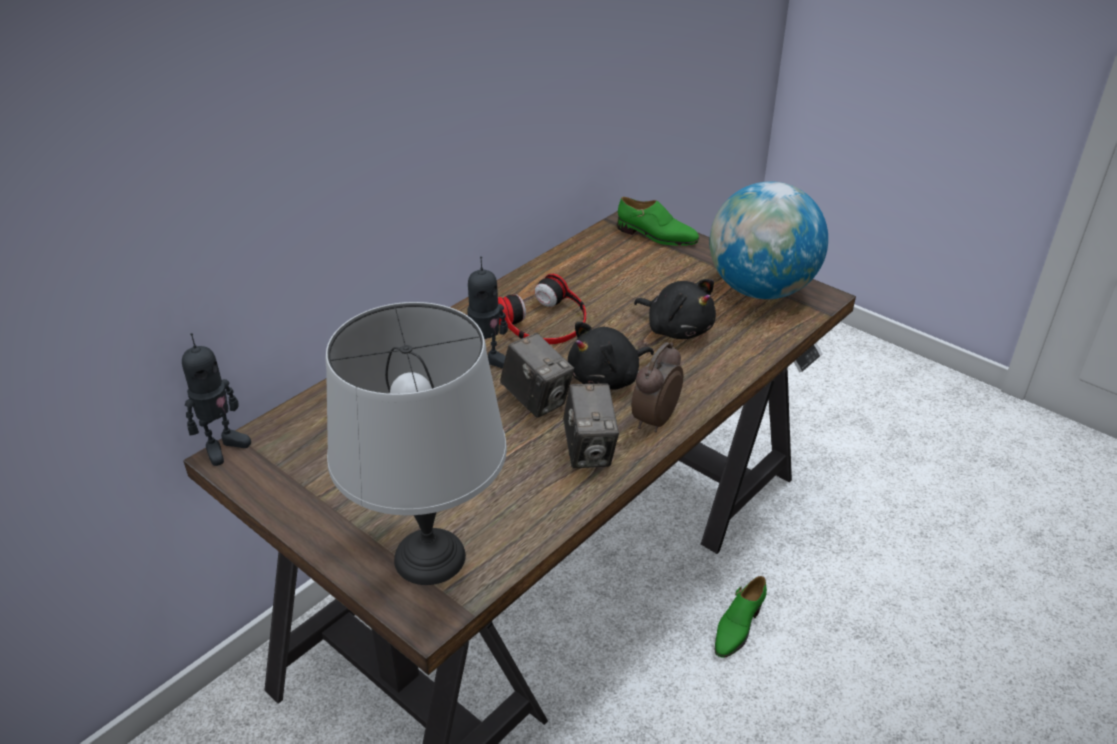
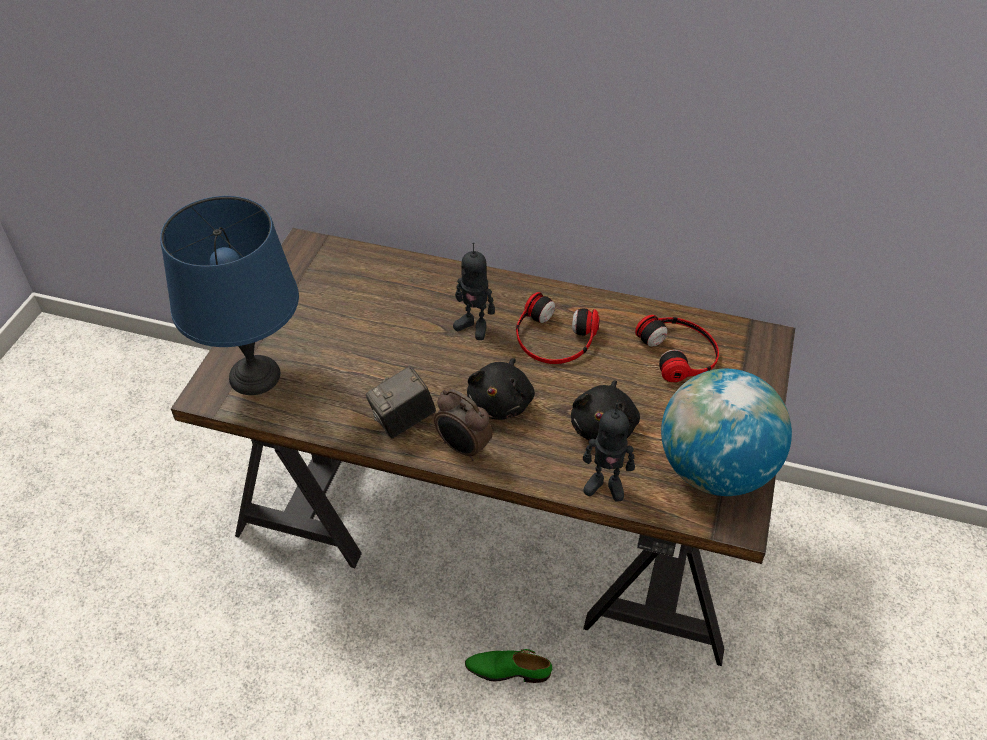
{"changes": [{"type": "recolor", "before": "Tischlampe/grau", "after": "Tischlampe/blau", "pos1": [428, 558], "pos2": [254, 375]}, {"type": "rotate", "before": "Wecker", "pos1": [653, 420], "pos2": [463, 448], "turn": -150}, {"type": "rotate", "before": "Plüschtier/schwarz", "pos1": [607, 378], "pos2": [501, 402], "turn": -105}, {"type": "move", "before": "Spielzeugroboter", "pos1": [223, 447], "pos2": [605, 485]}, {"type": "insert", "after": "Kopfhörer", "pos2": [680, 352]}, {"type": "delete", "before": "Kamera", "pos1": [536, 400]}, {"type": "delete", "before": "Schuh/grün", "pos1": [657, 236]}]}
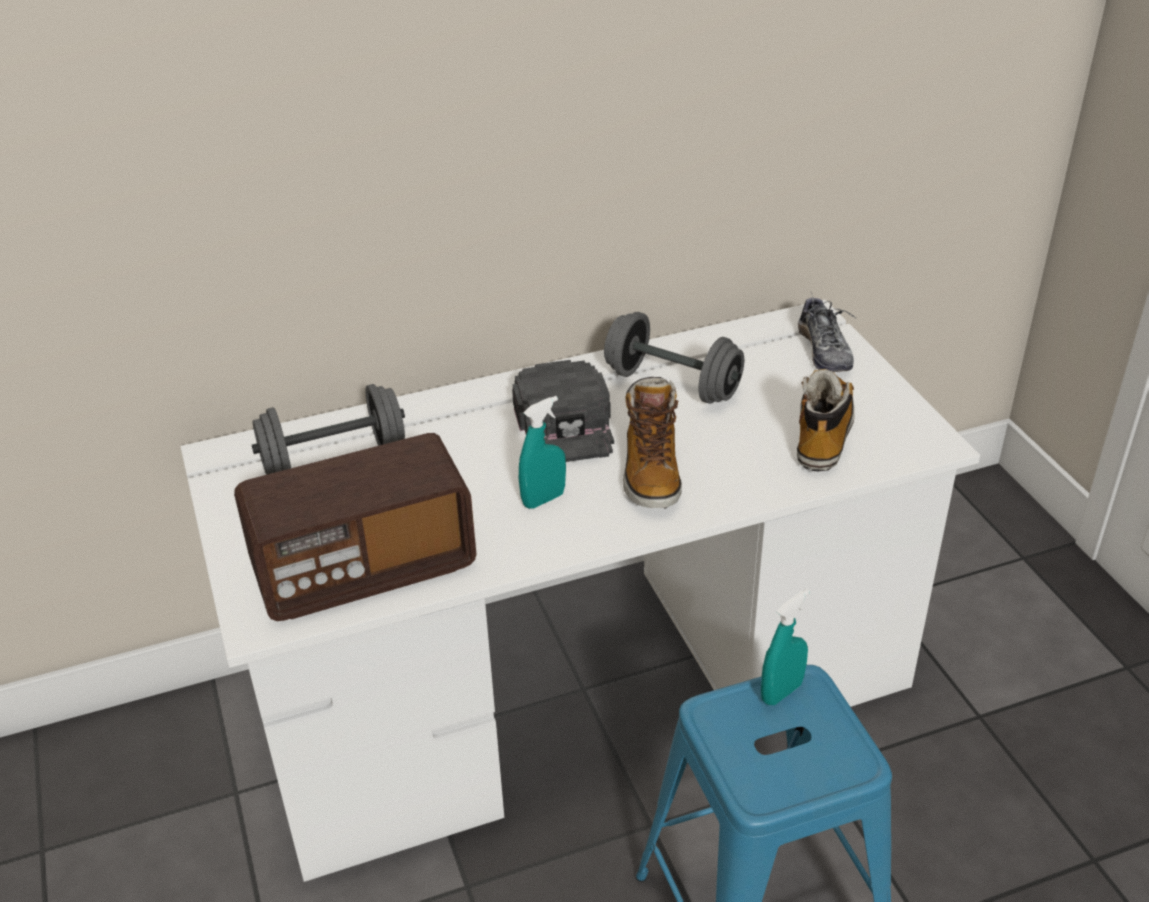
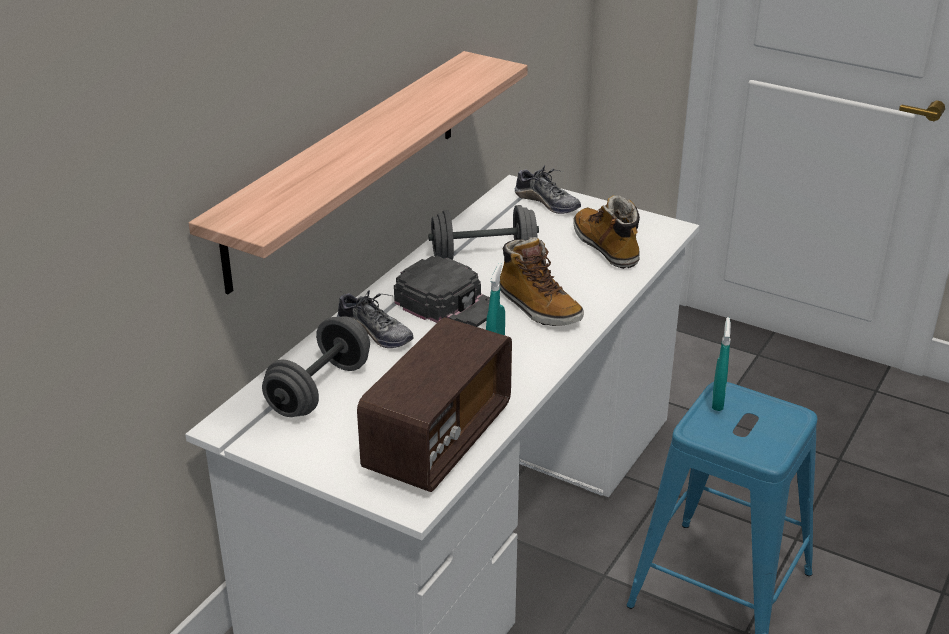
{"changes": [{"type": "insert", "after": "Wandregal", "pos2": [346, 166]}, {"type": "insert", "after": "Schuh", "pos2": [375, 333]}]}
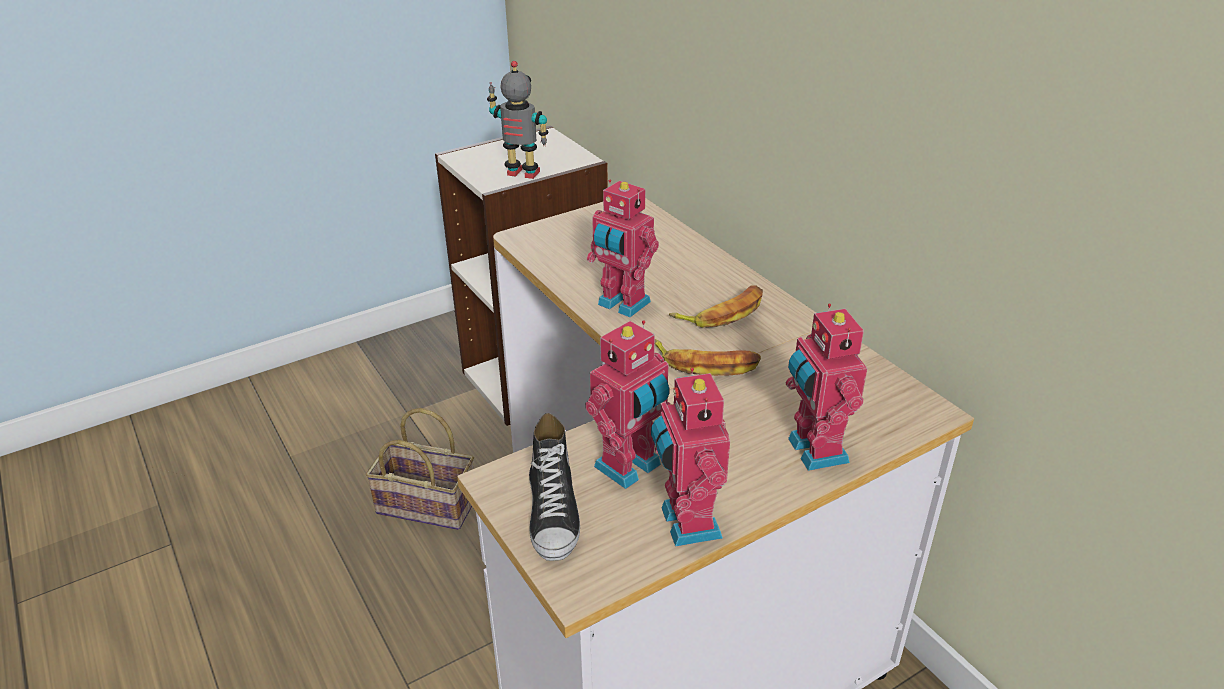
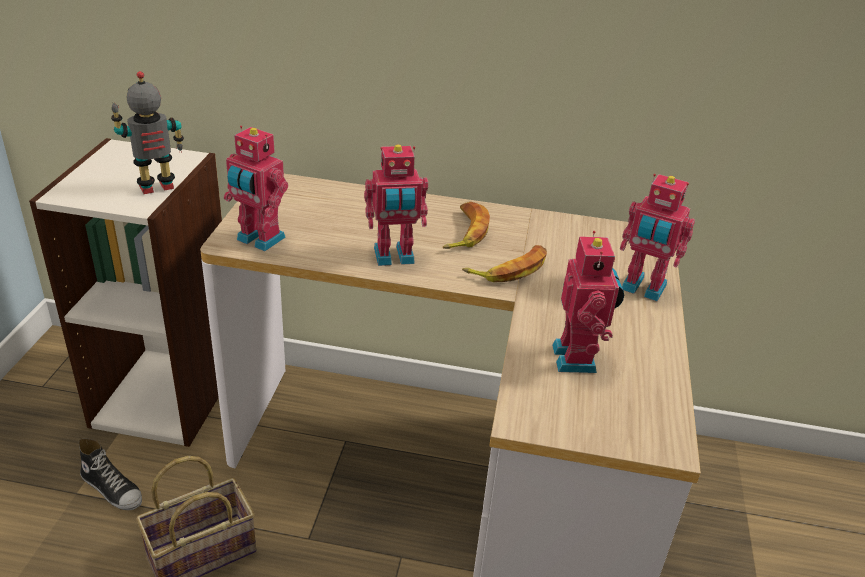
{"changes": [{"type": "move", "before": "Schuh", "pos1": [554, 513], "pos2": [112, 488]}, {"type": "move", "before": "Spielzeugroboter", "pos1": [686, 523], "pos2": [259, 240]}]}
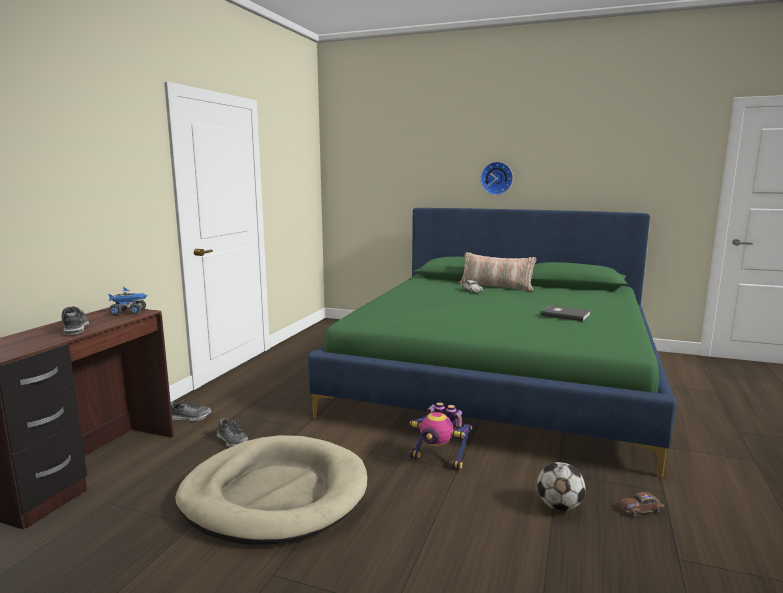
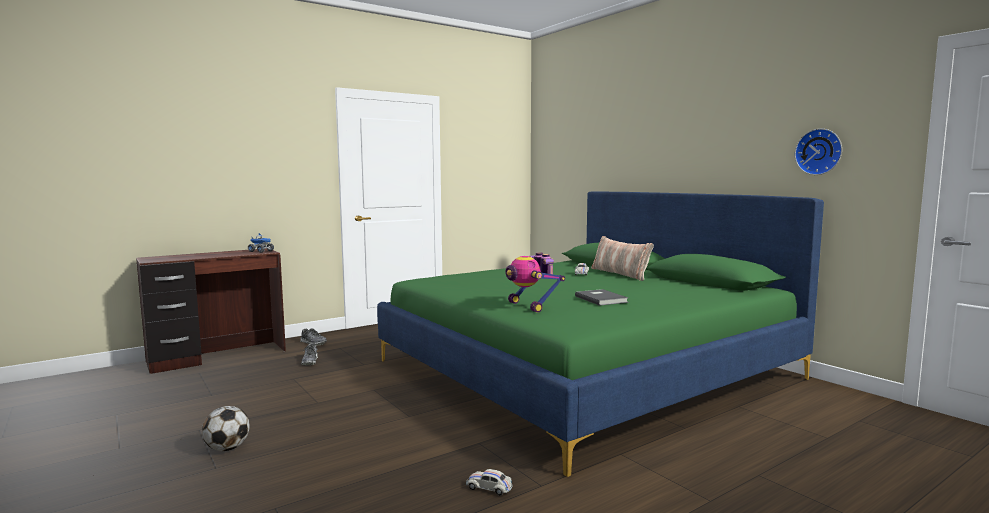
{"changes": [{"type": "move", "before": "Fußball", "pos1": [559, 506], "pos2": [227, 448]}, {"type": "recolor", "before": "Spielzeugauto/braun", "after": "Spielzeugauto/weiß", "pos1": [640, 509], "pos2": [489, 487]}, {"type": "move", "before": "Spielzeugroboter", "pos1": [439, 460], "pos2": [531, 306]}, {"type": "move", "before": "Wanduhr", "pos1": [497, 178], "pos2": [819, 152]}, {"type": "delete", "before": "Schuh", "pos1": [75, 328]}, {"type": "delete", "before": "Hundebett/beige", "pos1": [275, 494]}]}
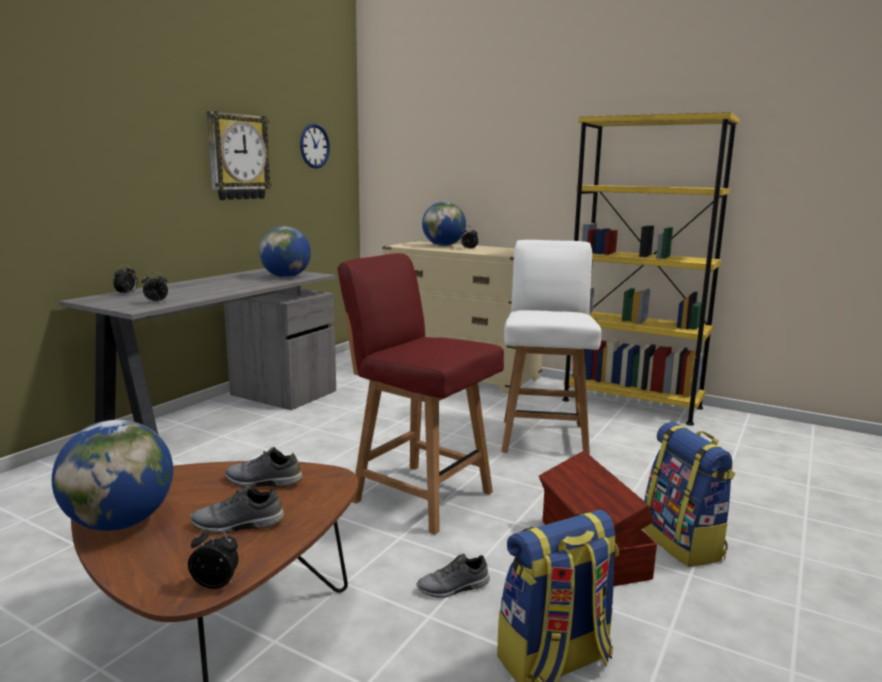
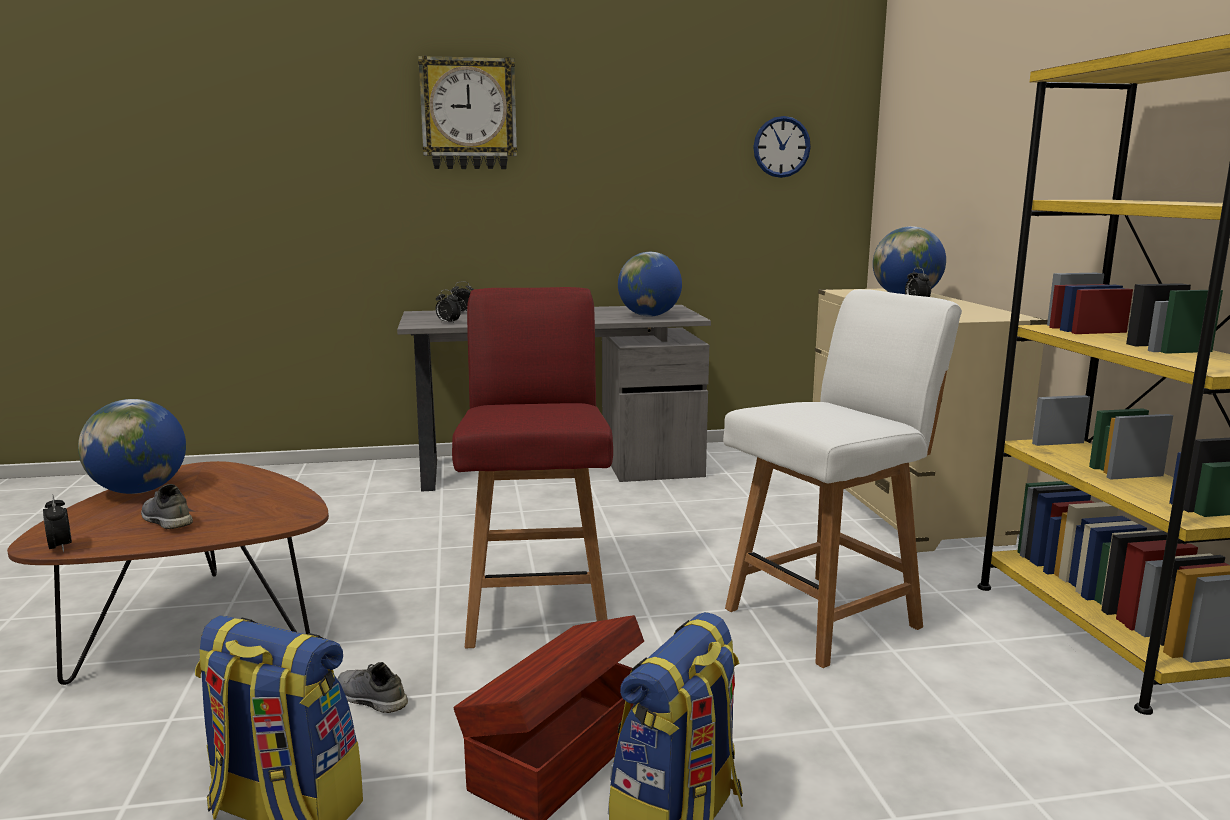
{"changes": [{"type": "move", "before": "Wanduhr", "pos1": [238, 157], "pos2": [468, 114]}, {"type": "delete", "before": "Schuh/grau", "pos1": [263, 482]}]}
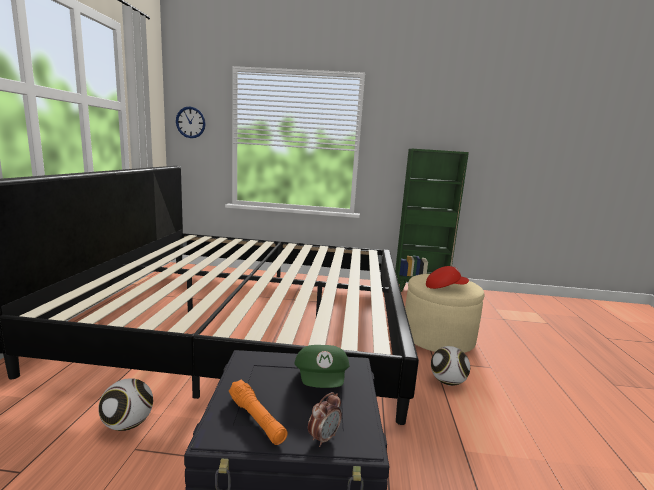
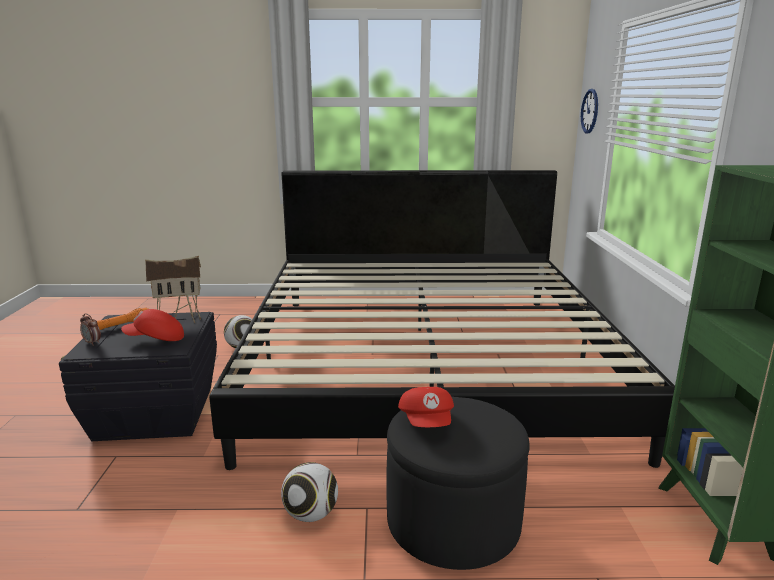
{"changes": [{"type": "recolor", "before": "Kappe/grün", "after": "Kappe/rot", "pos1": [322, 381], "pos2": [155, 339]}, {"type": "insert", "after": "Spielzeughaus", "pos2": [180, 320]}, {"type": "recolor", "before": "Polsterhocker/beige", "after": "Polsterhocker/schwarz", "pos1": [438, 338], "pos2": [453, 522]}]}
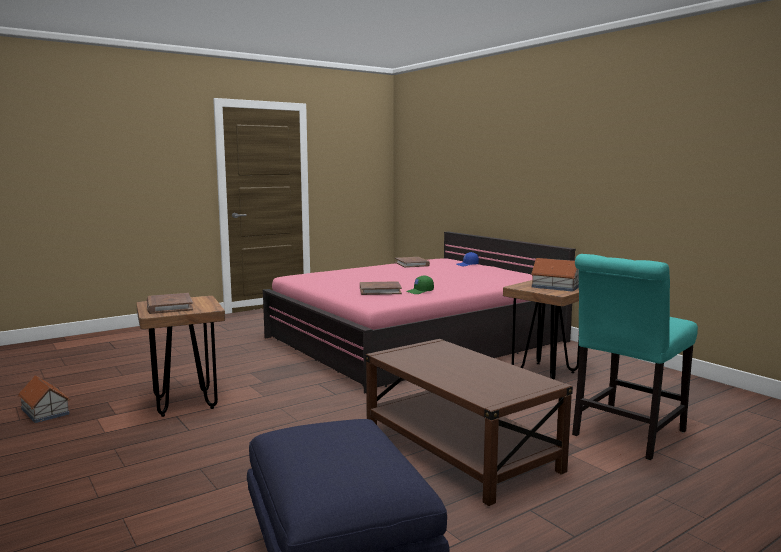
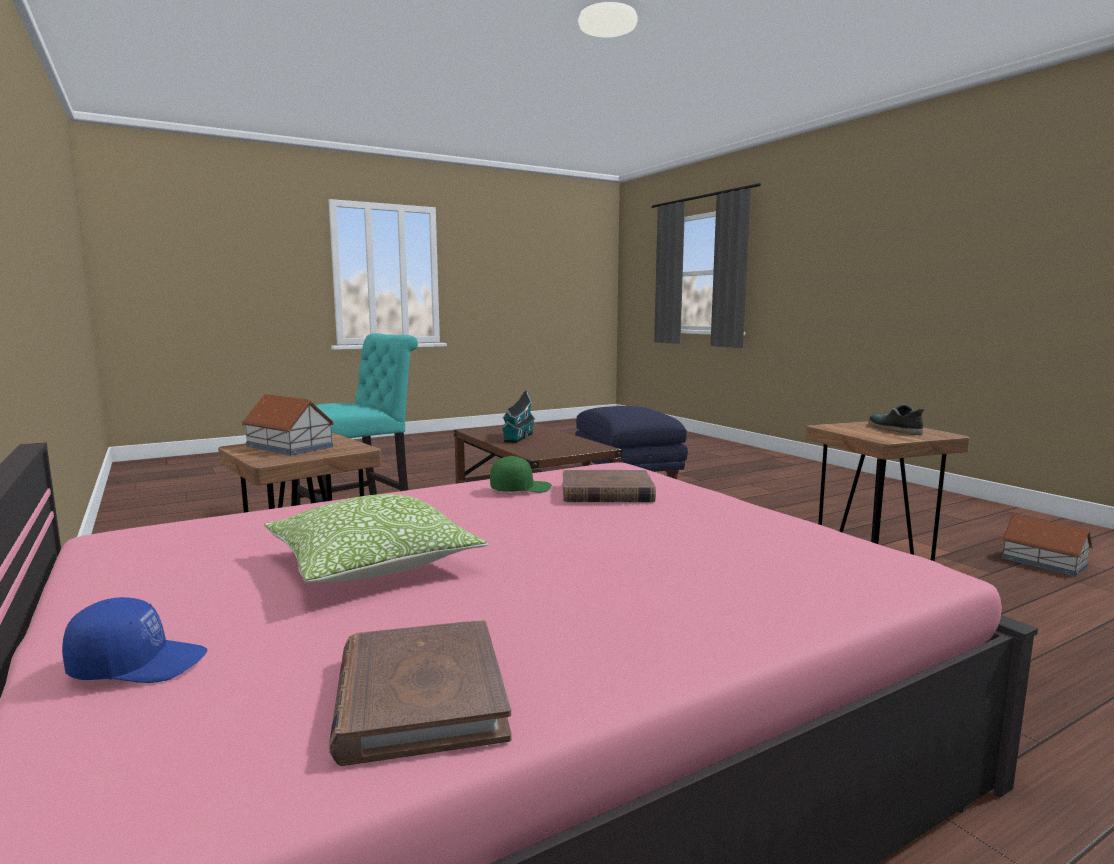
{"changes": [{"type": "insert", "after": "Kissen", "pos2": [373, 564]}, {"type": "insert", "after": "Spielzeughaus", "pos2": [518, 438]}, {"type": "replace", "before": "Buch/braun", "after": "Schuh", "pos1": [169, 306], "pos2": [893, 429]}]}
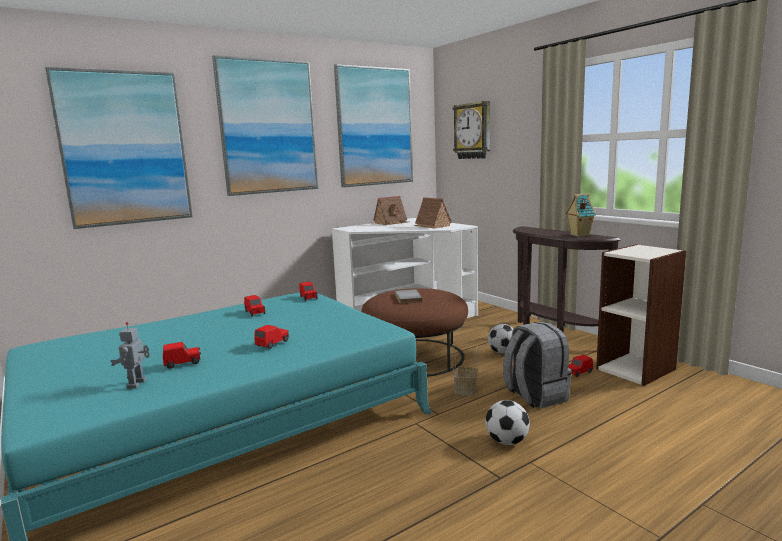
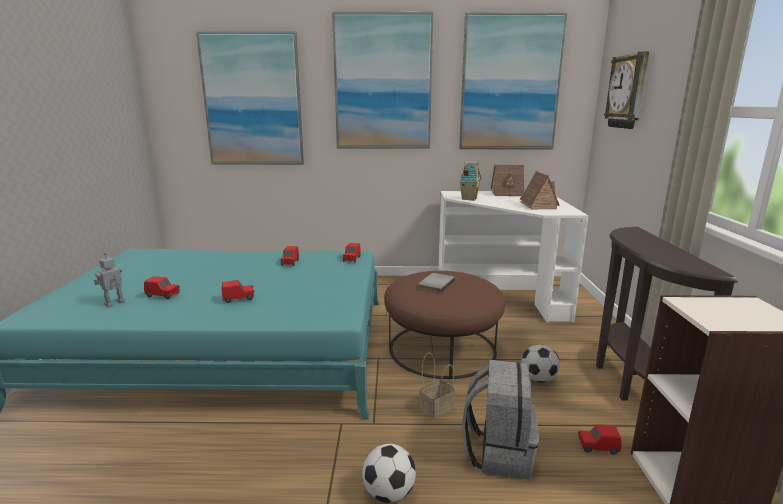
{"changes": [{"type": "move", "before": "Spielzeughaus", "pos1": [579, 235], "pos2": [468, 199]}]}
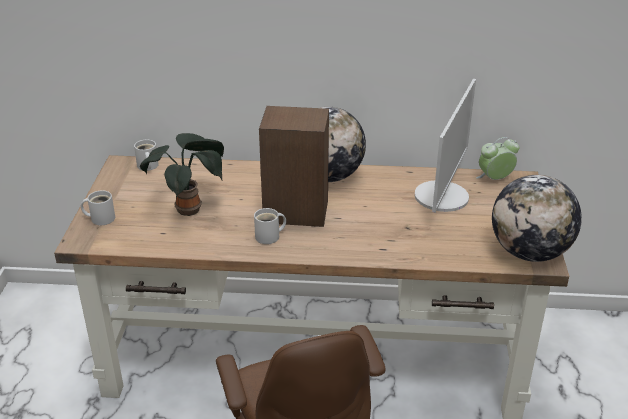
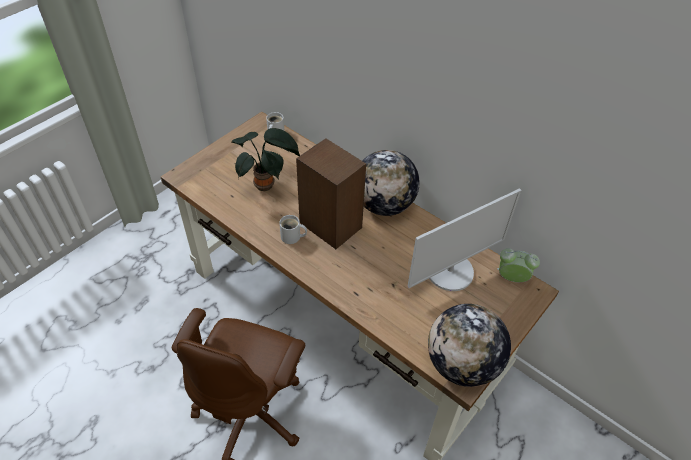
{"changes": [{"type": "delete", "before": "Henkelbecher/weiß", "pos1": [101, 218]}]}
